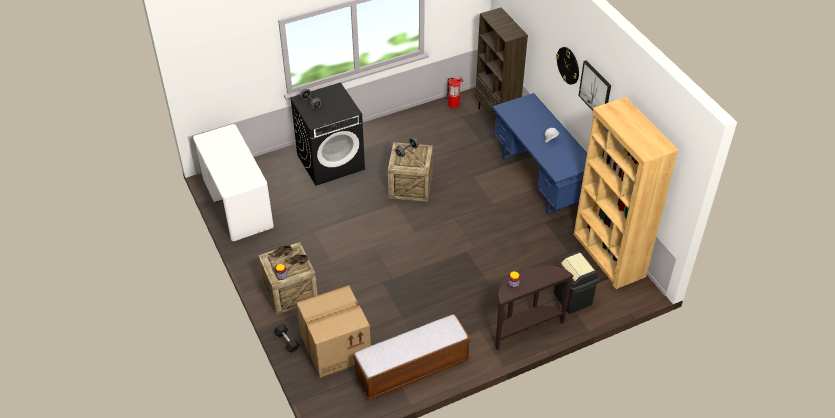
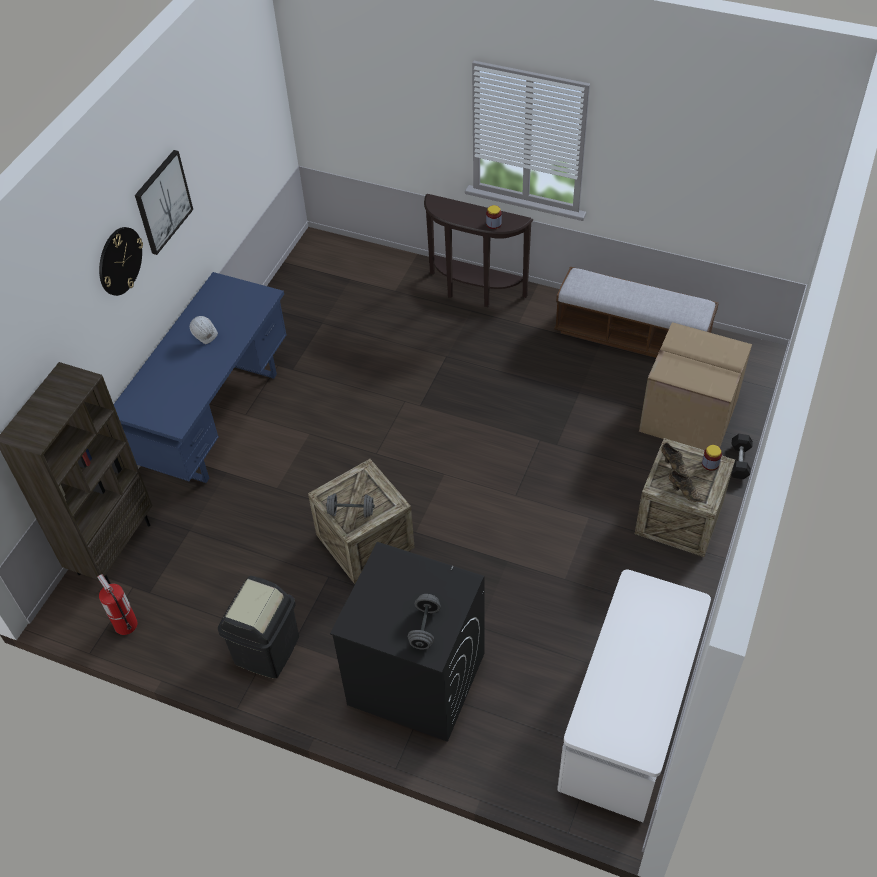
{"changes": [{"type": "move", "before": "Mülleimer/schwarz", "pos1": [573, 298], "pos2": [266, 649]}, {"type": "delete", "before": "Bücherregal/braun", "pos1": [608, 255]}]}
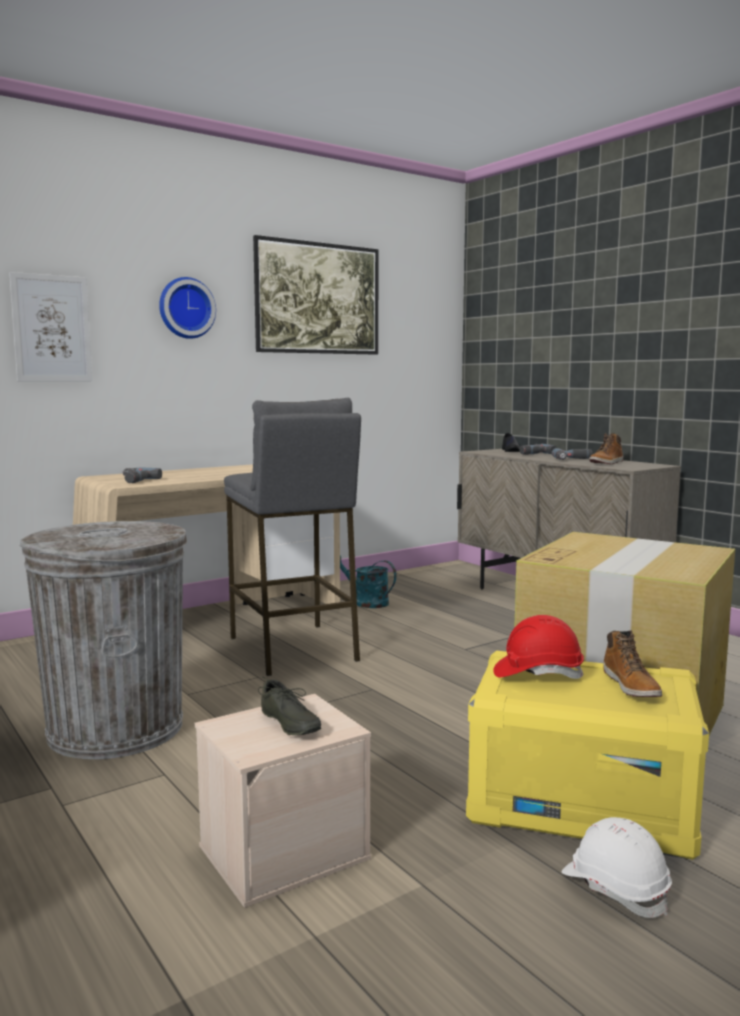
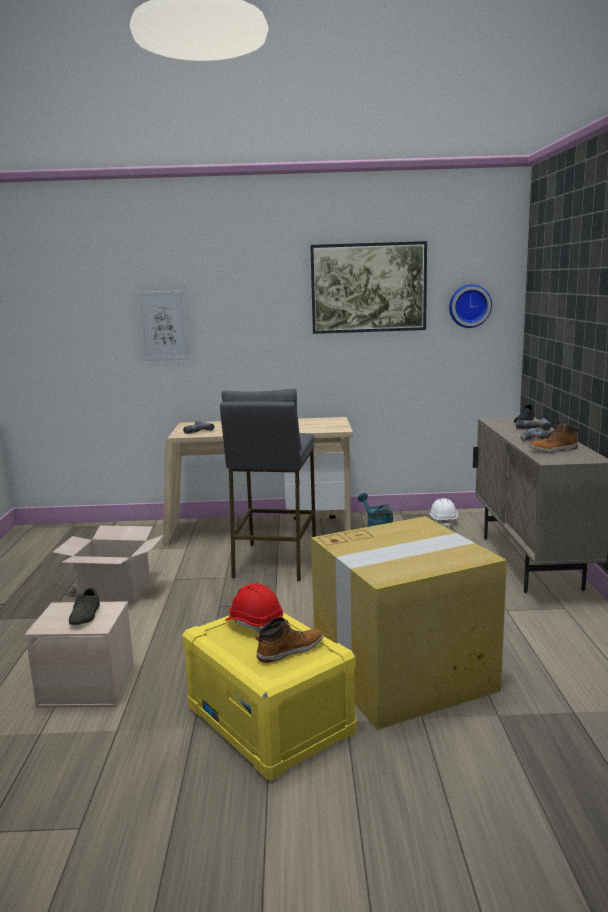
{"changes": [{"type": "replace", "before": "Mülleimer/grau", "after": "Karton", "pos1": [116, 728], "pos2": [115, 591]}, {"type": "rotate", "before": "Stiefel", "pos1": [631, 686], "pos2": [290, 650], "turn": -150}, {"type": "move", "before": "Schutzhelm/weiß", "pos1": [615, 888], "pos2": [443, 521]}, {"type": "move", "before": "Wanduhr", "pos1": [186, 308], "pos2": [469, 306]}]}
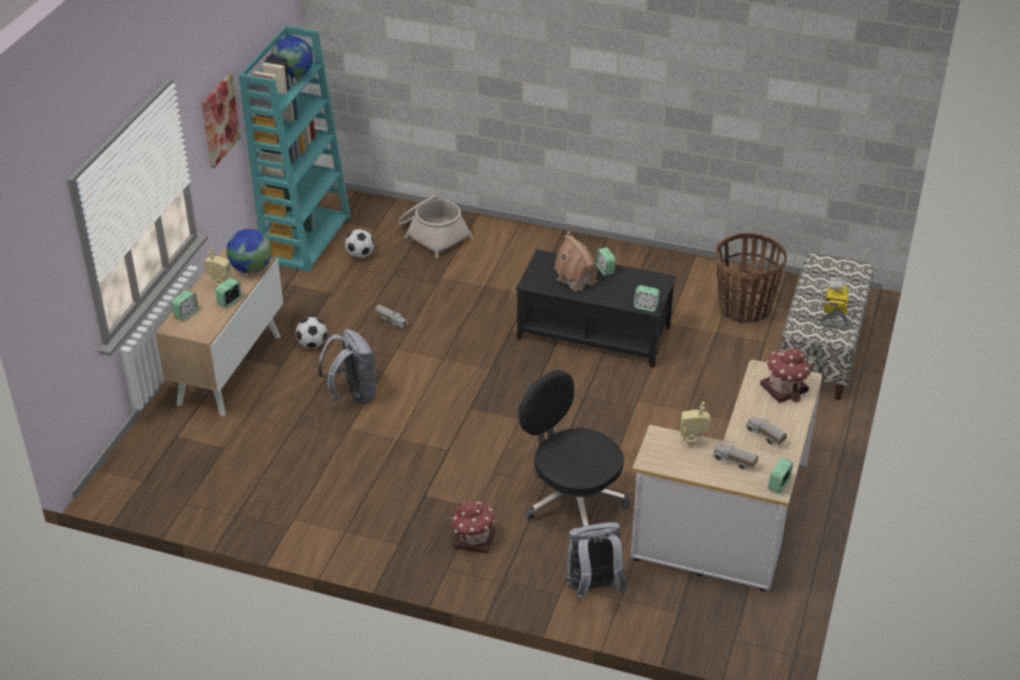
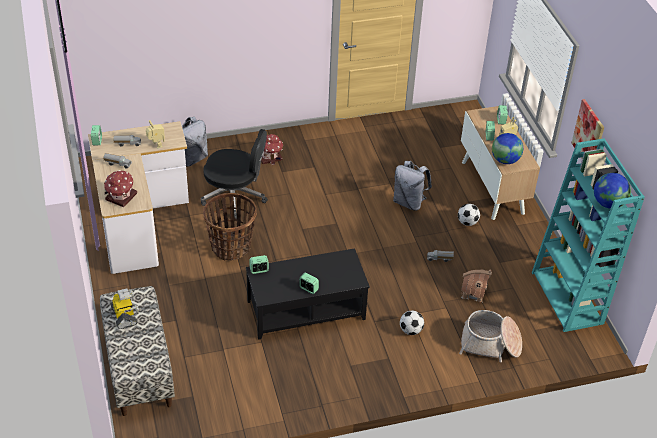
{"changes": [{"type": "move", "before": "Korb", "pos1": [744, 308], "pos2": [231, 247]}, {"type": "move", "before": "Fußball", "pos1": [360, 255], "pos2": [410, 330]}, {"type": "move", "before": "Spielzeughaus", "pos1": [576, 280], "pos2": [474, 293]}]}
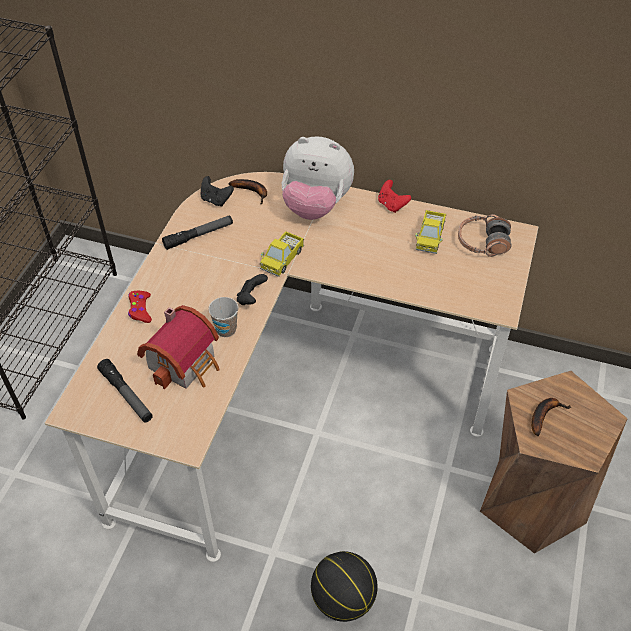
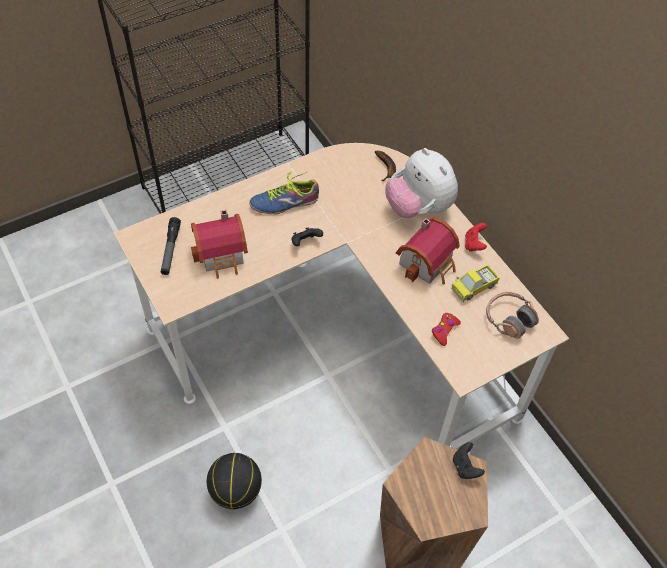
{"changes": [{"type": "insert", "after": "Schuh", "pos2": [285, 203]}, {"type": "insert", "after": "Spielzeughaus", "pos2": [428, 263]}, {"type": "move", "before": "Gamepad/rot", "pos1": [140, 309], "pos2": [444, 330]}, {"type": "move", "before": "Gamepad/schwarz", "pos1": [216, 200], "pos2": [465, 467]}, {"type": "delete", "before": "Taschenlampe", "pos1": [198, 236]}, {"type": "delete", "before": "Tasse", "pos1": [226, 330]}, {"type": "delete", "before": "Spielzeuglaster", "pos1": [282, 259]}, {"type": "delete", "before": "Banane", "pos1": [544, 415]}]}
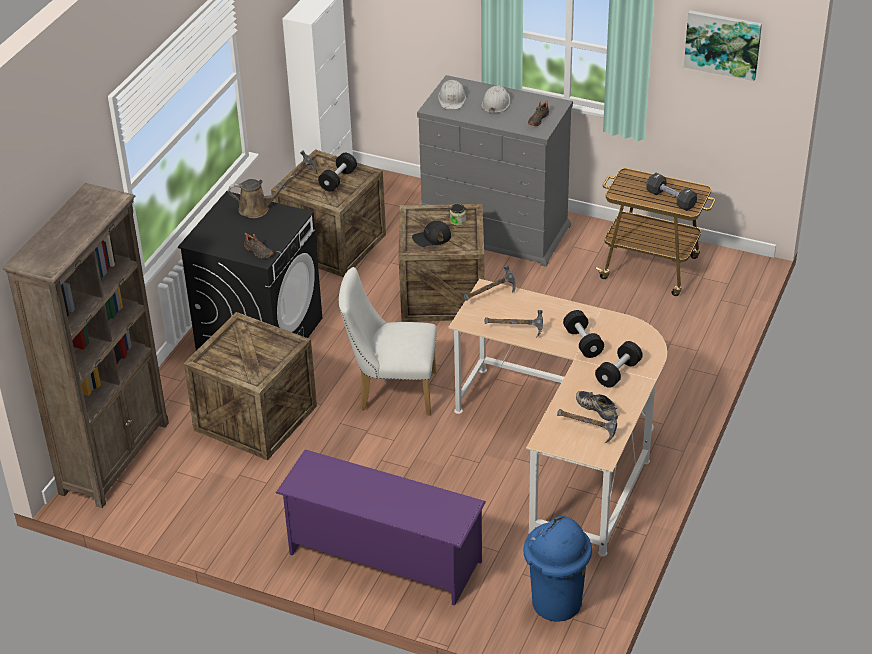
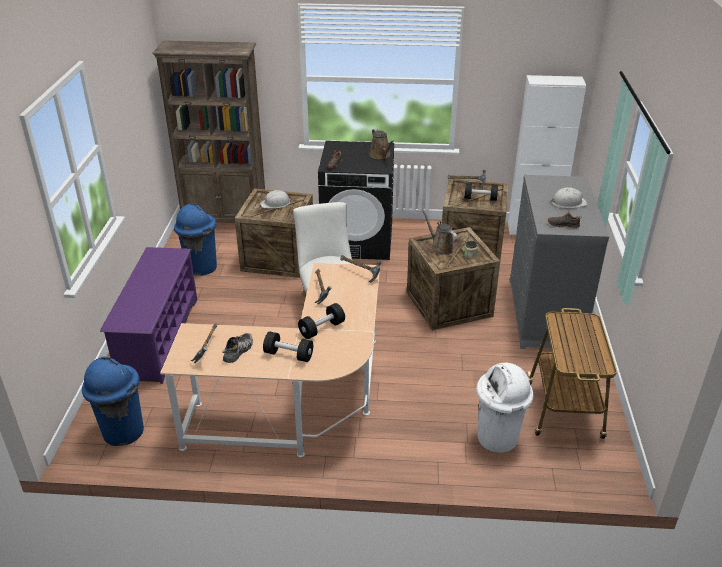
{"changes": [{"type": "insert", "after": "Mülleimer/blau", "pos2": [201, 267]}, {"type": "move", "before": "Schutzhelm/weiß", "pos1": [452, 99], "pos2": [275, 203]}, {"type": "replace", "before": "Kappe/schwarz", "after": "Gießkanne/braun", "pos1": [431, 237], "pos2": [440, 247]}, {"type": "insert", "after": "Mülleimer/weiß", "pos2": [497, 439]}, {"type": "delete", "before": "Hantel/schwarz", "pos1": [670, 199]}, {"type": "delete", "before": "Bild", "pos1": [723, 44]}]}
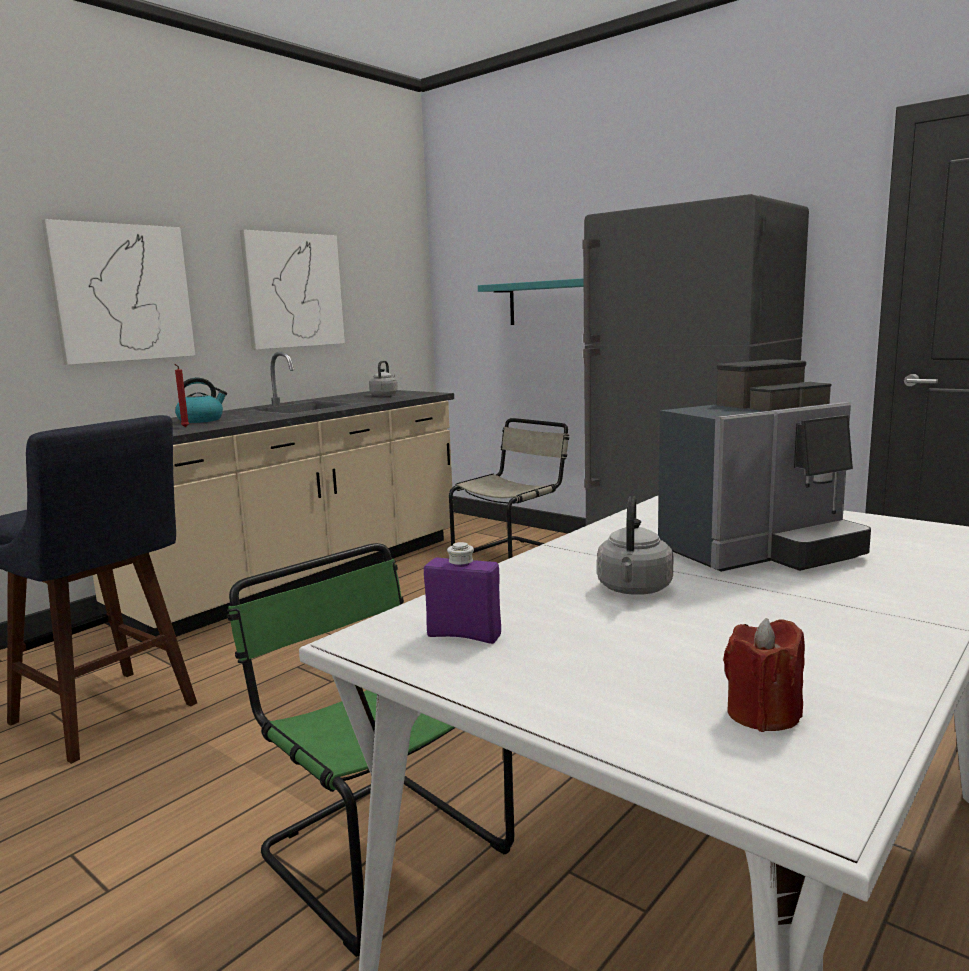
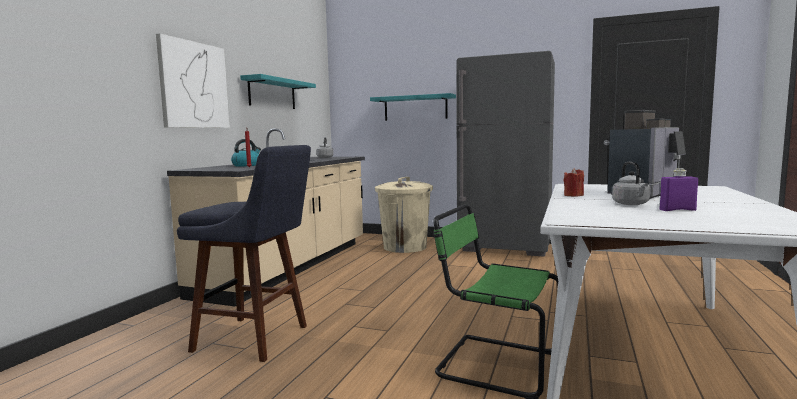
{"changes": [{"type": "replace", "before": "Bild", "after": "Wandregal/türkis", "pos1": [293, 290], "pos2": [272, 94]}, {"type": "replace", "before": "Stuhl/beige", "after": "Mülleimer/beige", "pos1": [514, 555], "pos2": [405, 247]}, {"type": "move", "before": "Kerze/rot", "pos1": [762, 714], "pos2": [573, 195]}, {"type": "move", "before": "Flasche/lila", "pos1": [464, 635], "pos2": [677, 210]}]}
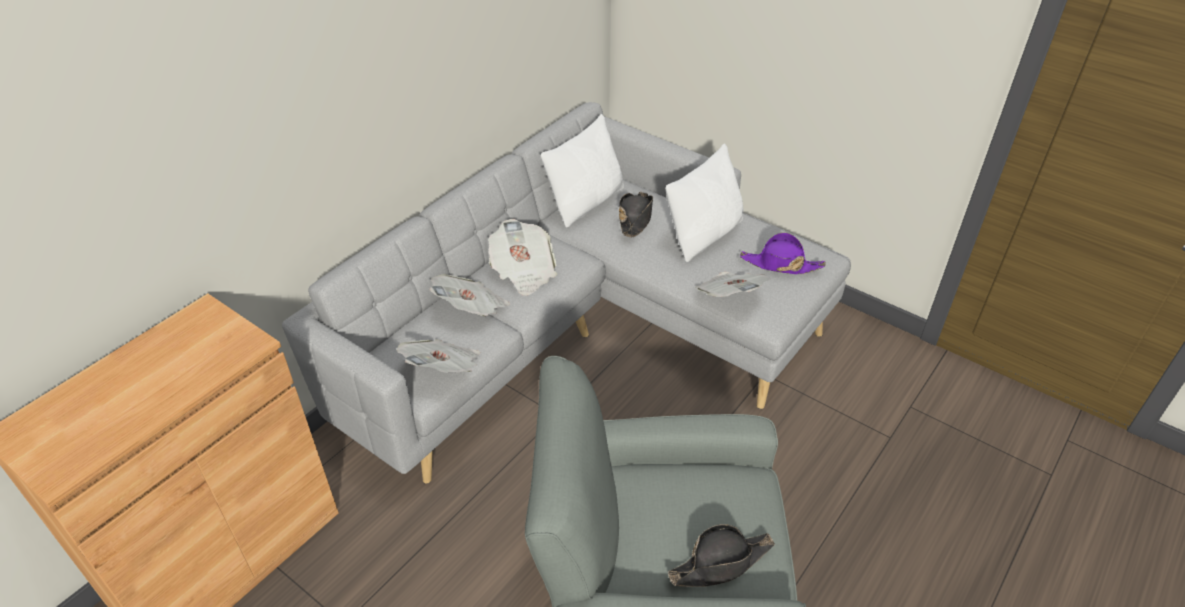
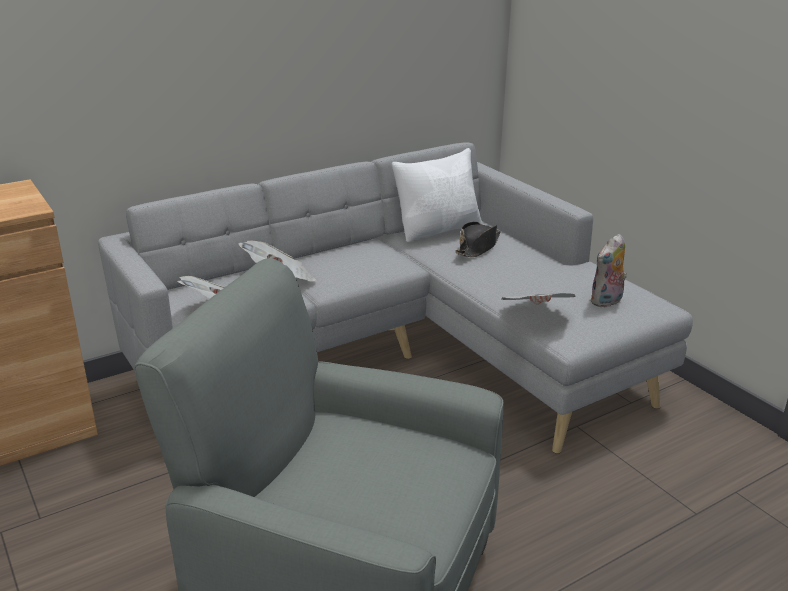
{"changes": [{"type": "replace", "before": "Hut/lila", "after": "Plüschtier", "pos1": [781, 264], "pos2": [607, 302]}, {"type": "delete", "before": "Zeitung", "pos1": [523, 272]}, {"type": "delete", "before": "Kissen/weiß", "pos1": [704, 235]}, {"type": "delete", "before": "Hut/schwarz", "pos1": [721, 563]}]}
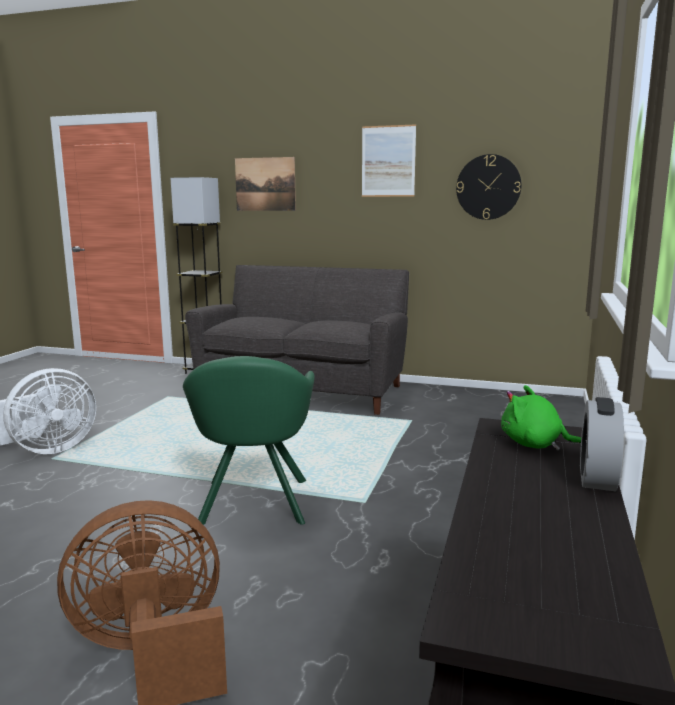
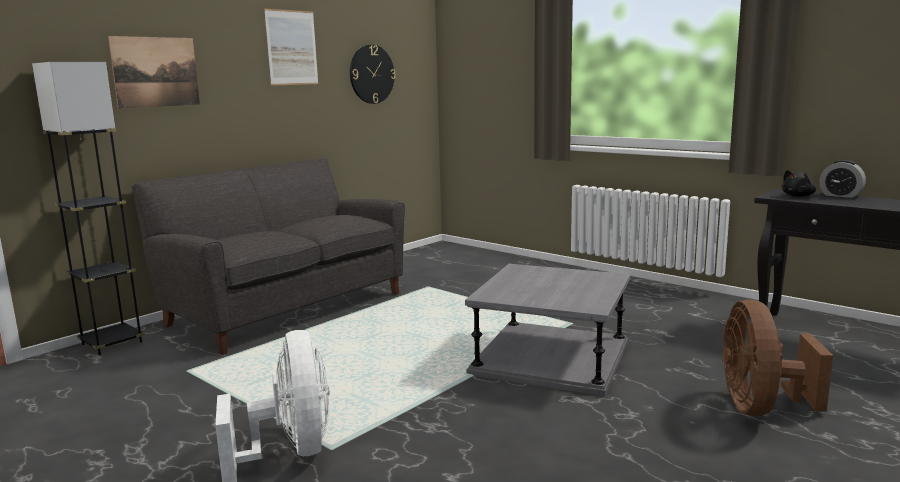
{"changes": [{"type": "replace", "before": "Sessel/grün", "after": "Beistelltisch/grau", "pos1": [253, 505], "pos2": [551, 358]}, {"type": "recolor", "before": "Plüschtier/grün", "after": "Plüschtier/schwarz", "pos1": [535, 445], "pos2": [799, 196]}]}
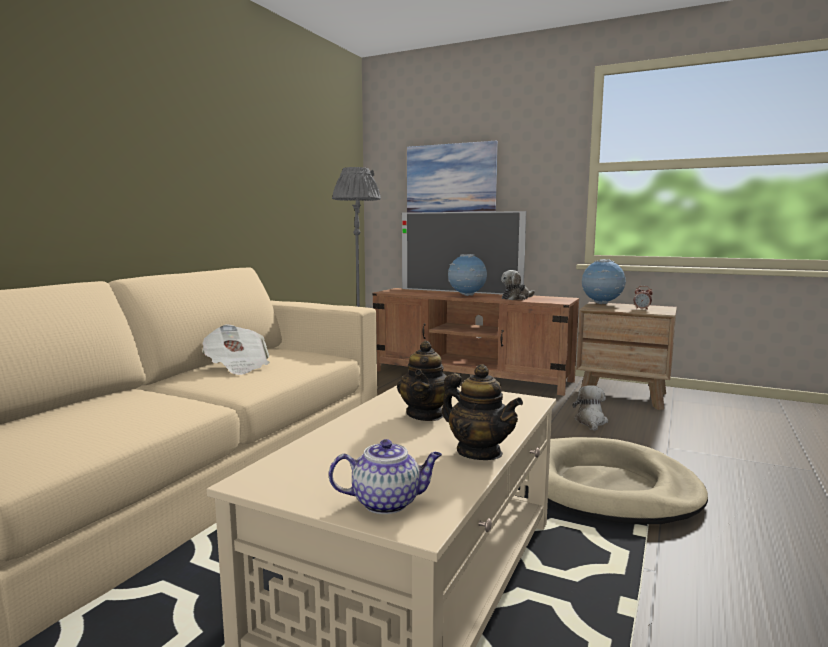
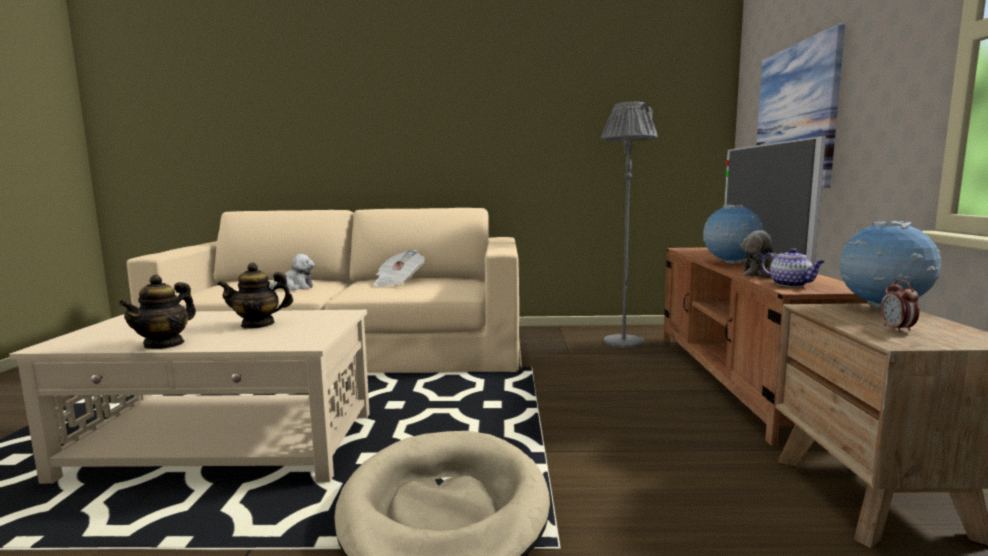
{"changes": [{"type": "move", "before": "Plüschtier", "pos1": [591, 422], "pos2": [293, 287]}, {"type": "move", "before": "Teekanne", "pos1": [387, 502], "pos2": [791, 284]}]}
